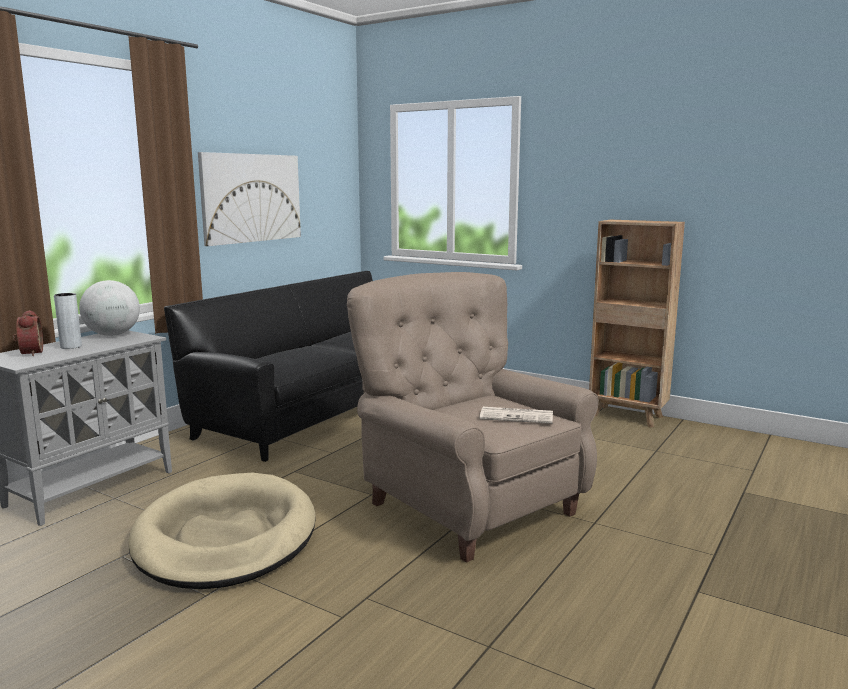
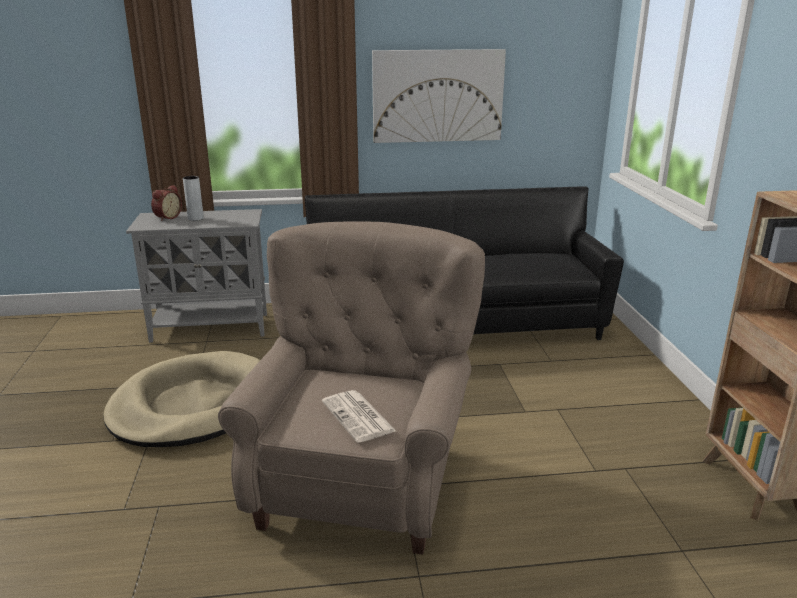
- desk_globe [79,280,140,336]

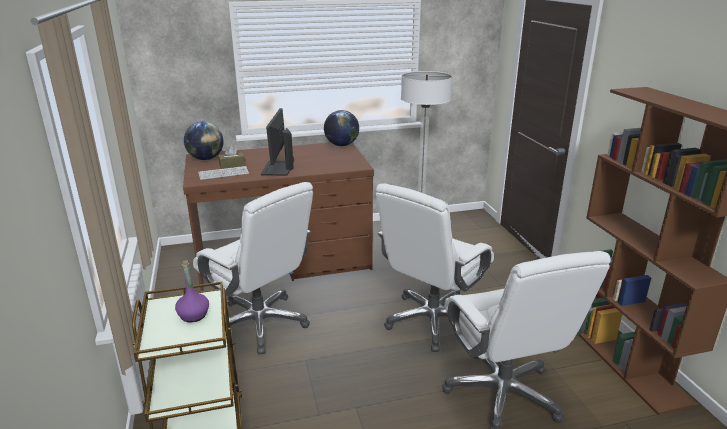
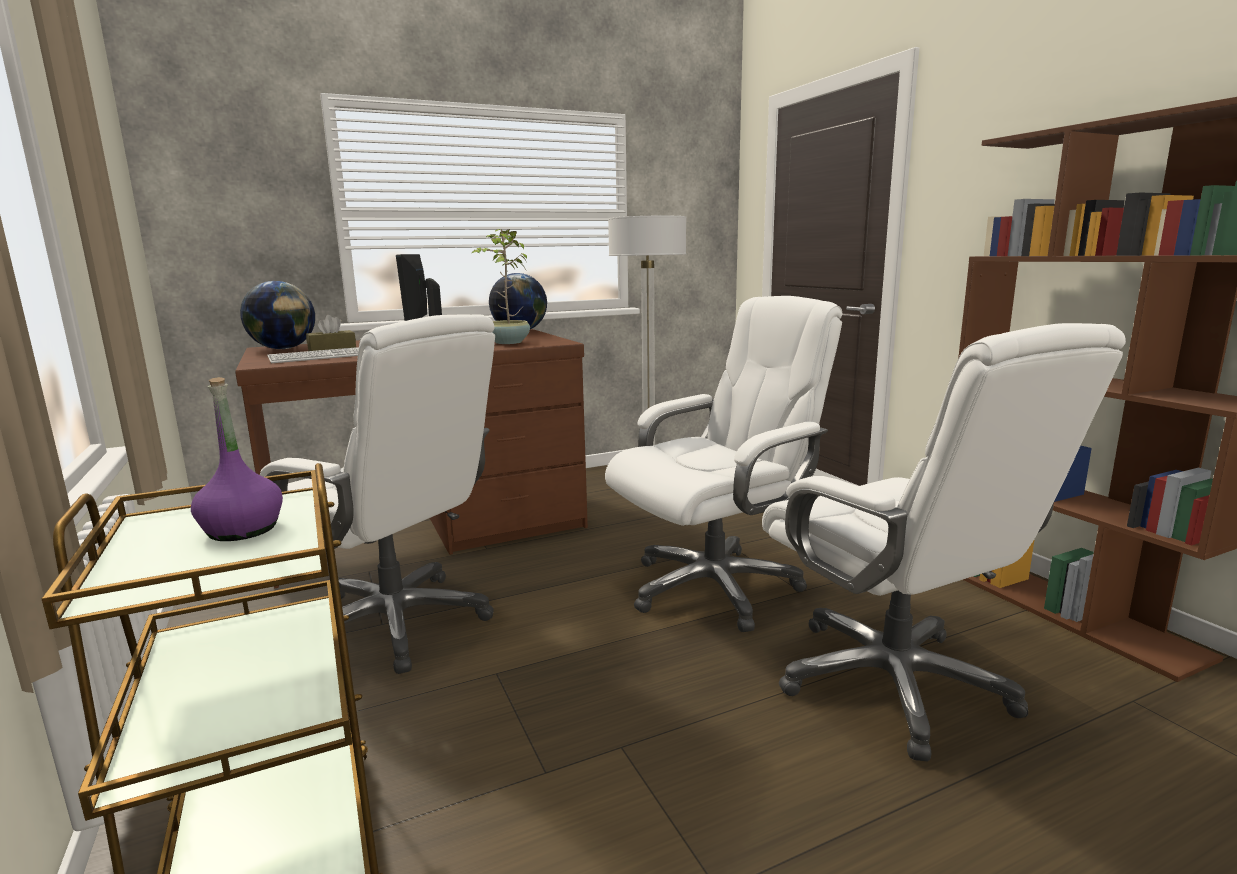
+ potted_plant [472,229,530,344]
~ white-coloured_office_chair [376,184,494,352] = [605,296,843,632] 150 degrees counterclockwise

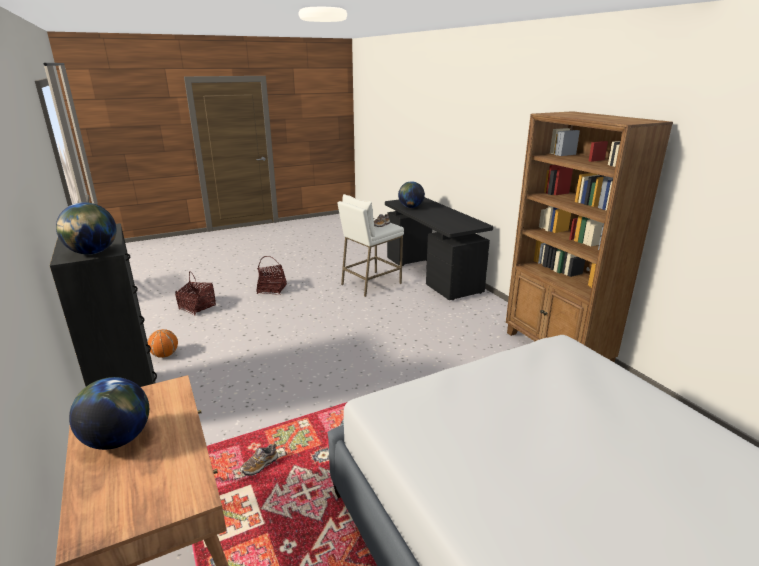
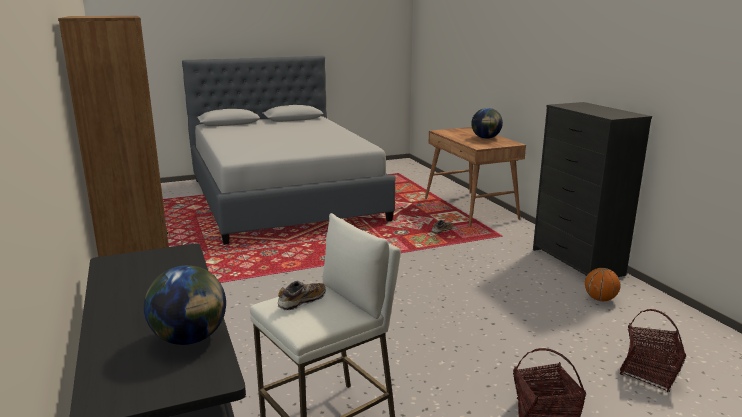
- desk_globe [56,202,117,254]

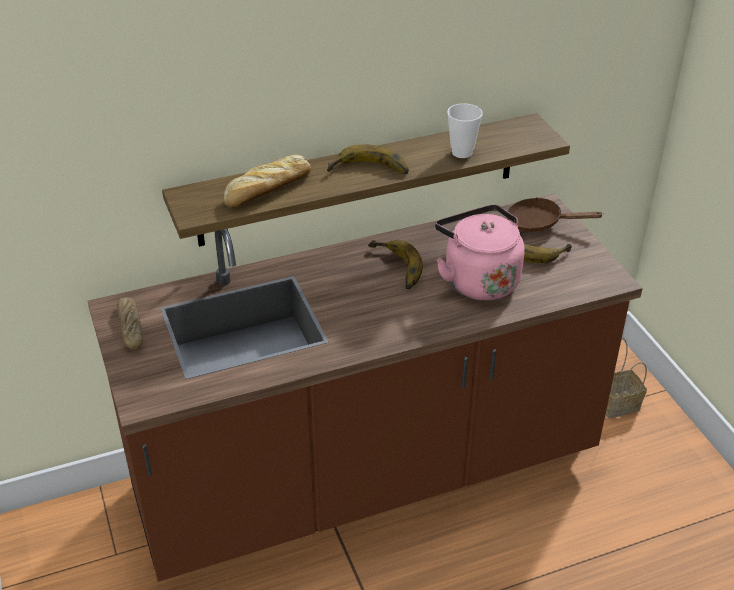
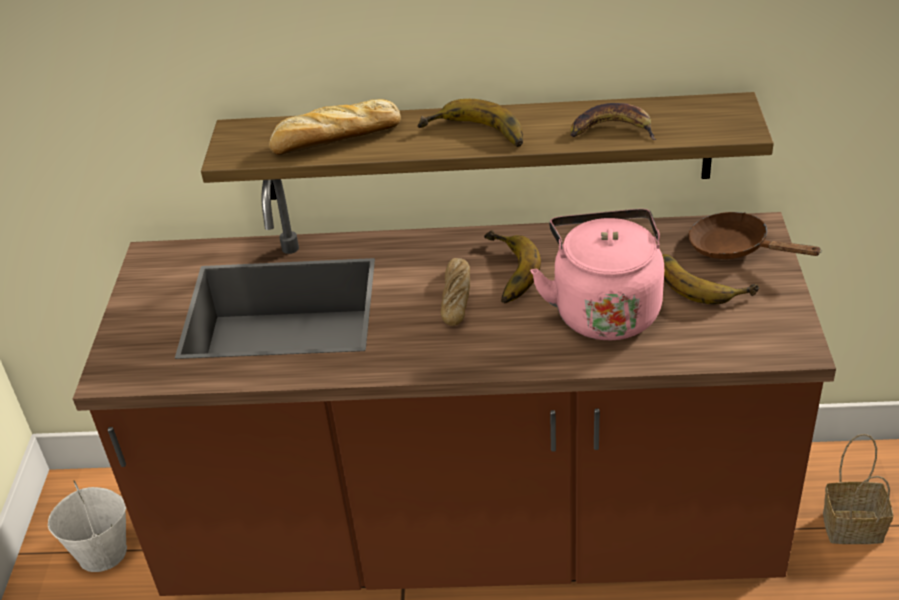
+ white-coloured_water_bucket [48,480,127,572]
~ baked_bread [117,297,143,349] to [441,258,470,326]
~ cup [447,103,483,158] to banana_fruit [570,103,656,140]

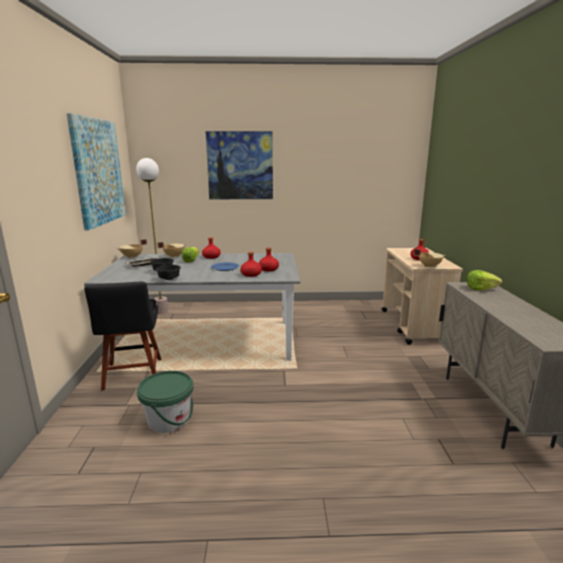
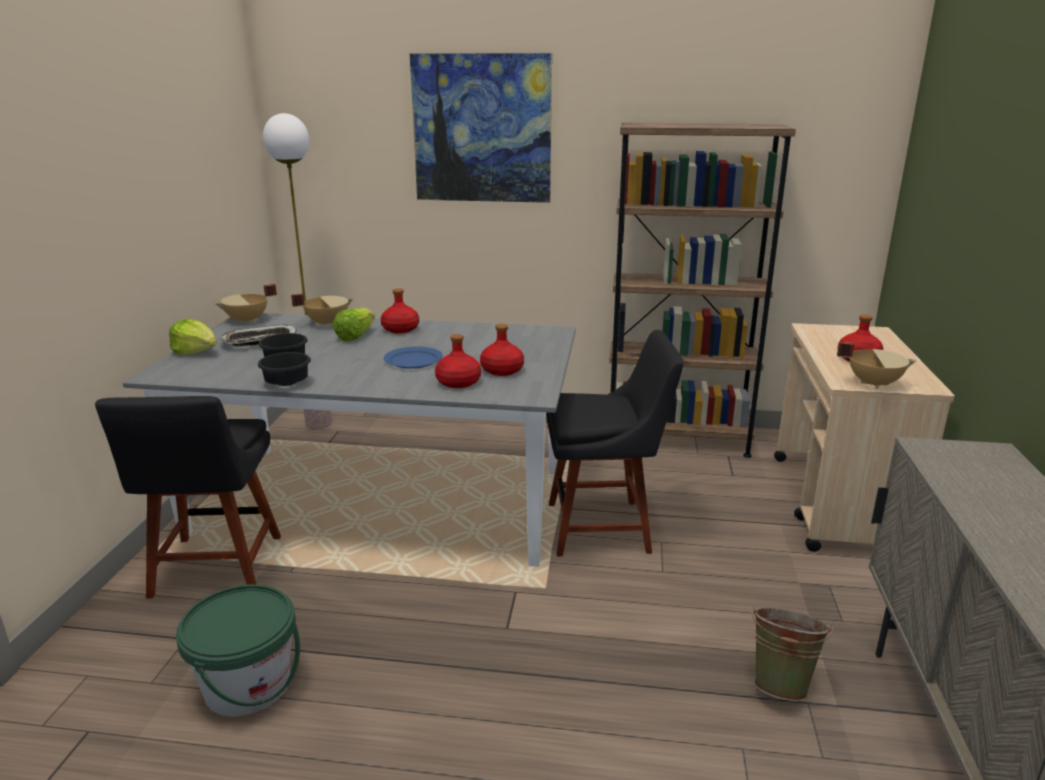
~ lettuce_head [467,270,502,290] to [169,319,217,355]
+ blackish_chair [546,330,684,556]
+ brown-coloured_shelving_unit [609,123,796,458]
+ green_water_bucket [752,606,833,701]
- wall_art [67,113,126,231]

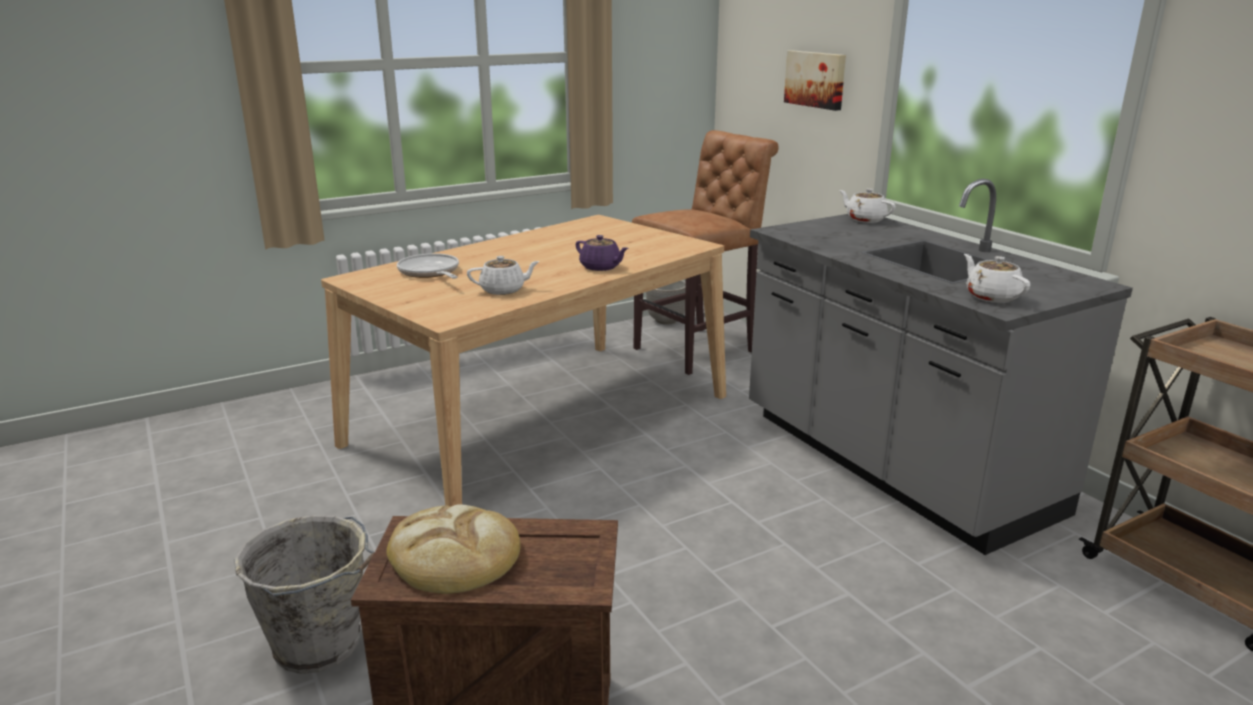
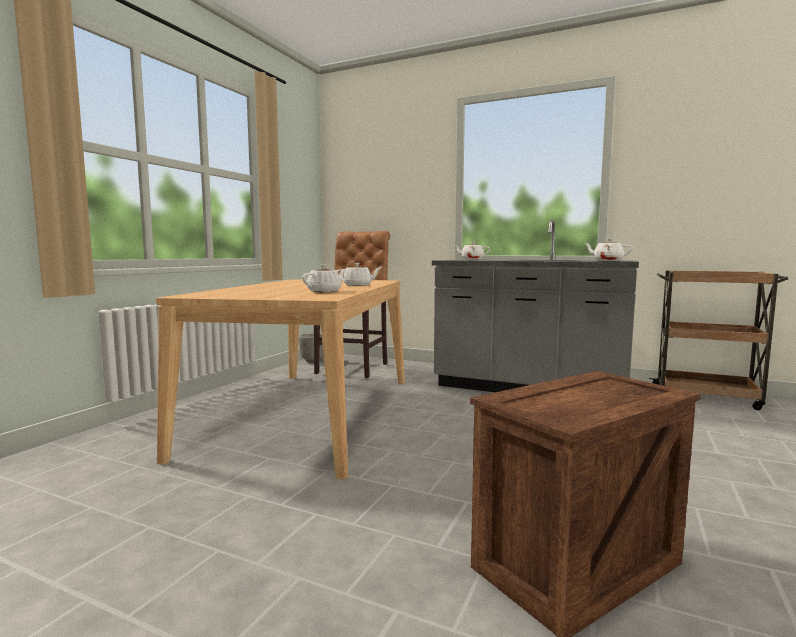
~ purple_teapot [575,235,628,271] to white-coloured_teapot [337,263,381,286]
- gray_water_bucket [234,515,374,674]
- baked_bread [387,504,521,594]
- frying_pan [397,253,459,279]
- wall_art [784,50,846,111]

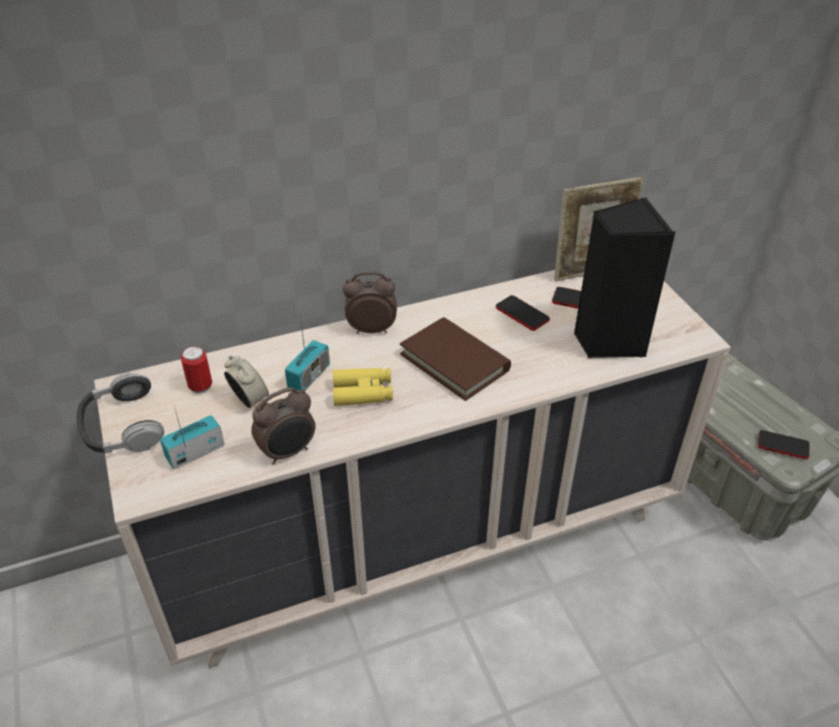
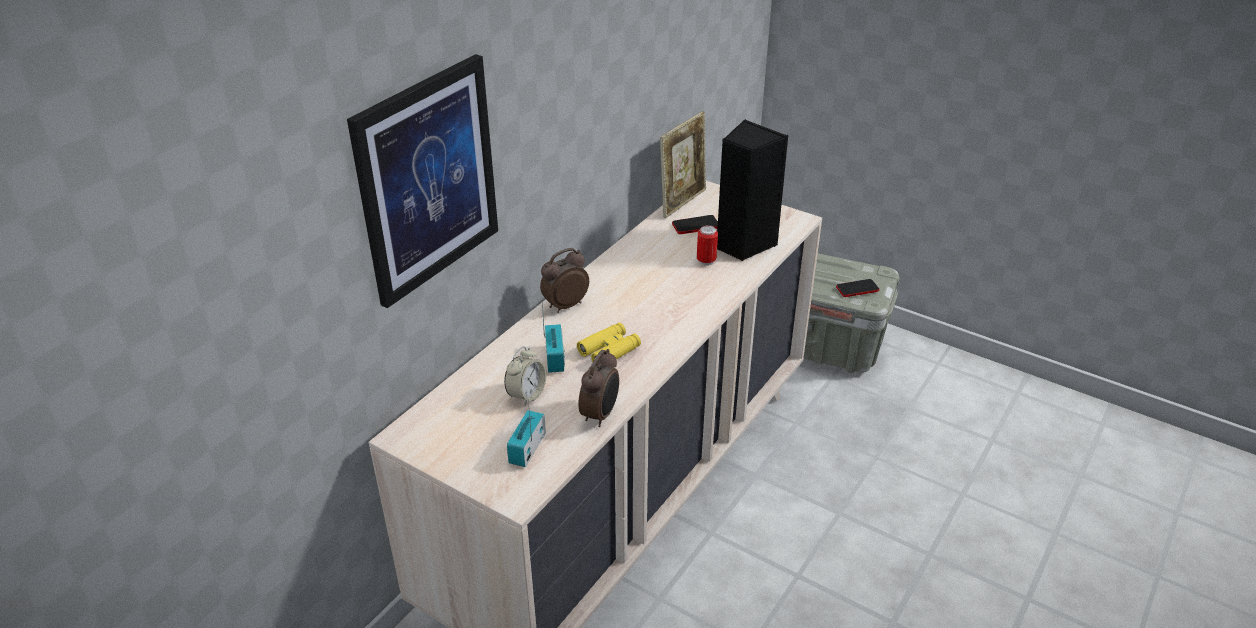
+ wall_art [347,54,498,308]
~ bedside_clock [224,356,269,408] = [504,346,546,406] 105 degrees clockwise
~ sealed_can [181,346,212,394] to [697,225,718,266]
- pair_of_headphones [77,372,164,453]
- brown-coloured_volume [400,317,511,401]
- telephone [496,295,550,331]

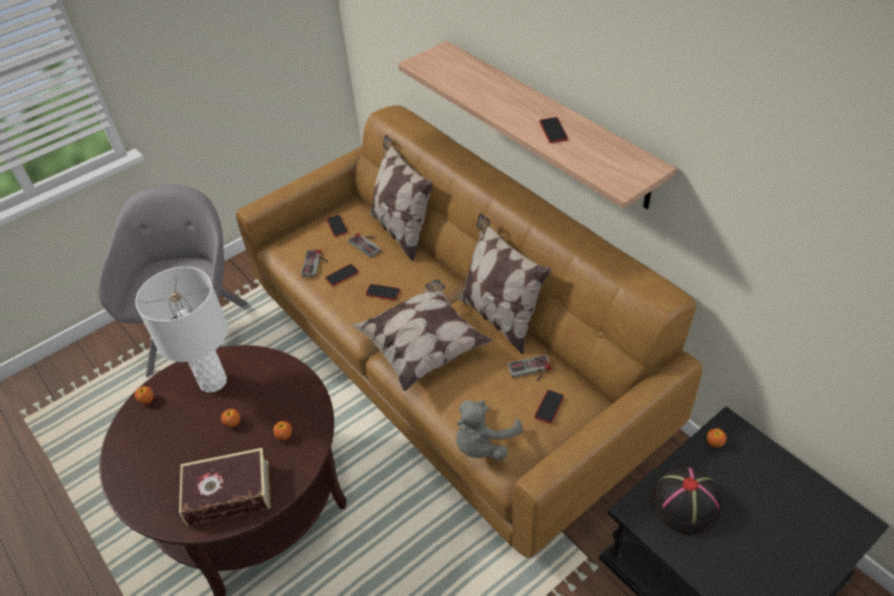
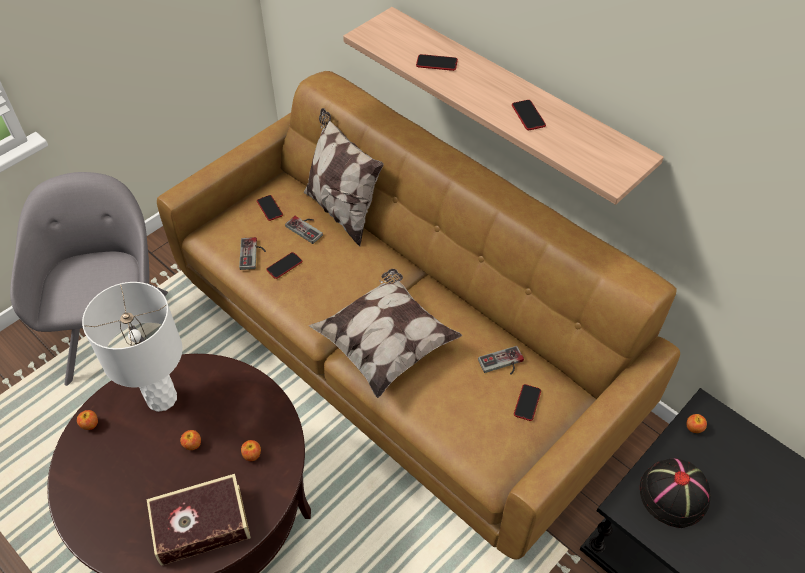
~ telephone [366,284,400,300] to [416,54,458,71]
- gray_cuddly_toy [456,400,523,460]
- cushion [458,213,551,355]

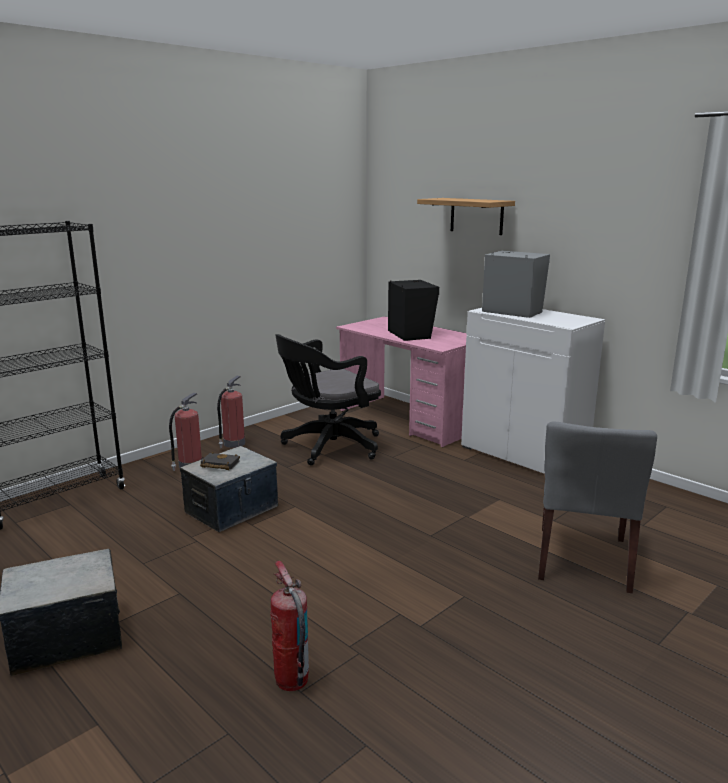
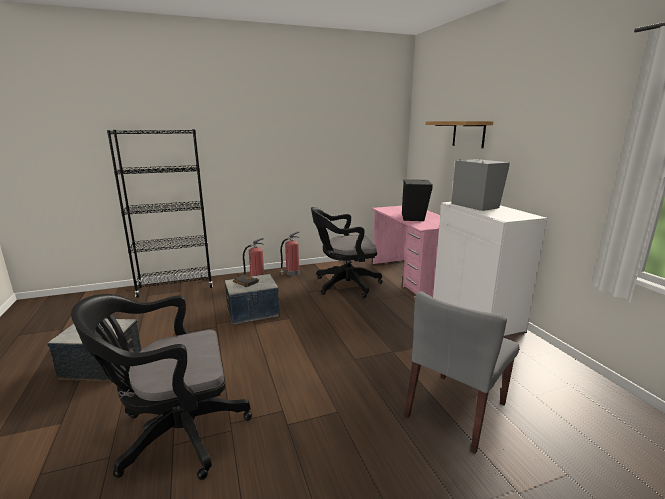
~ extinguisher [270,561,309,691] to blackish_office_chair [71,294,252,480]

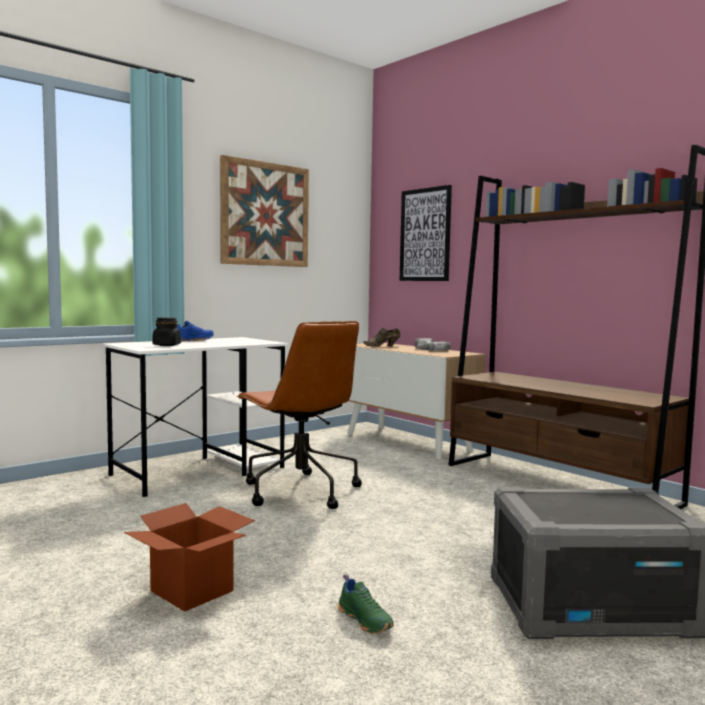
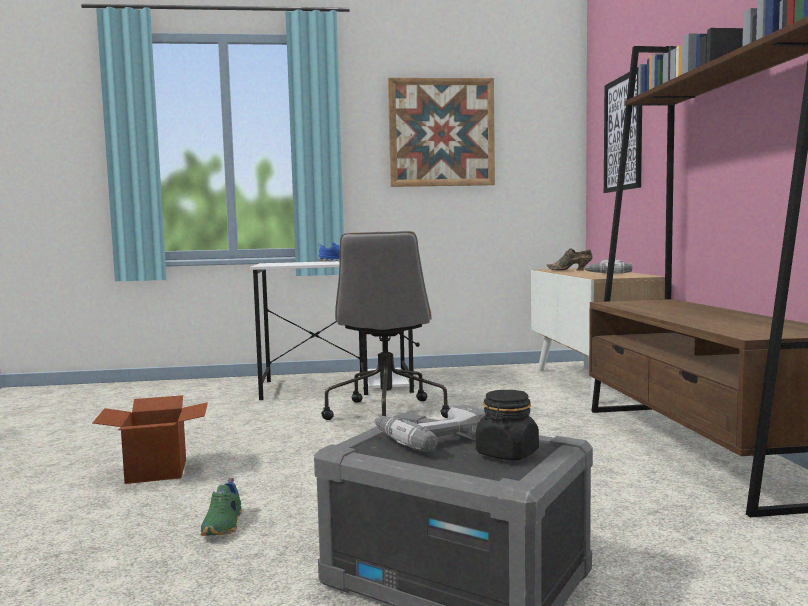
~ brown-coloured_office_chair [236,321,362,509] to gray_office_chair [321,231,450,420]
+ electric_drill [375,405,485,452]
~ blackish_preserve_jar [153,317,181,346] to [476,390,539,460]

